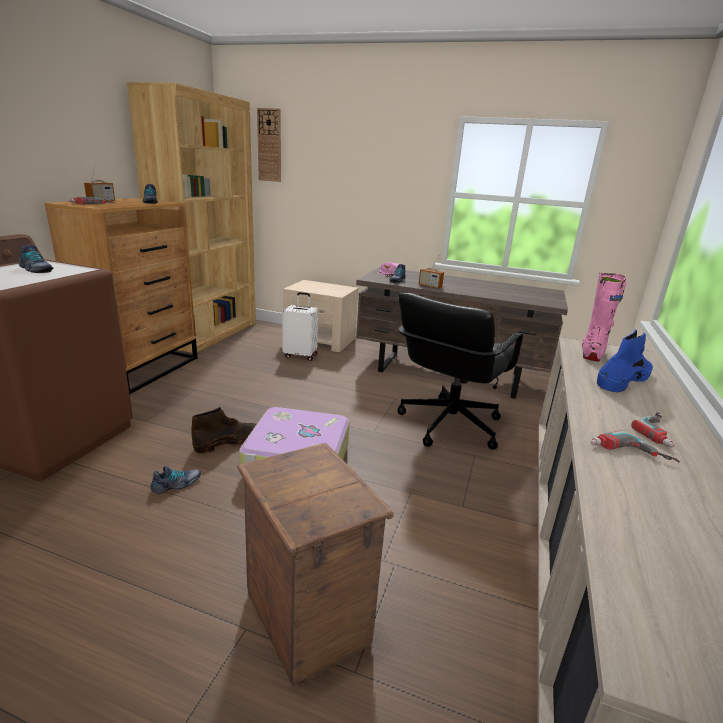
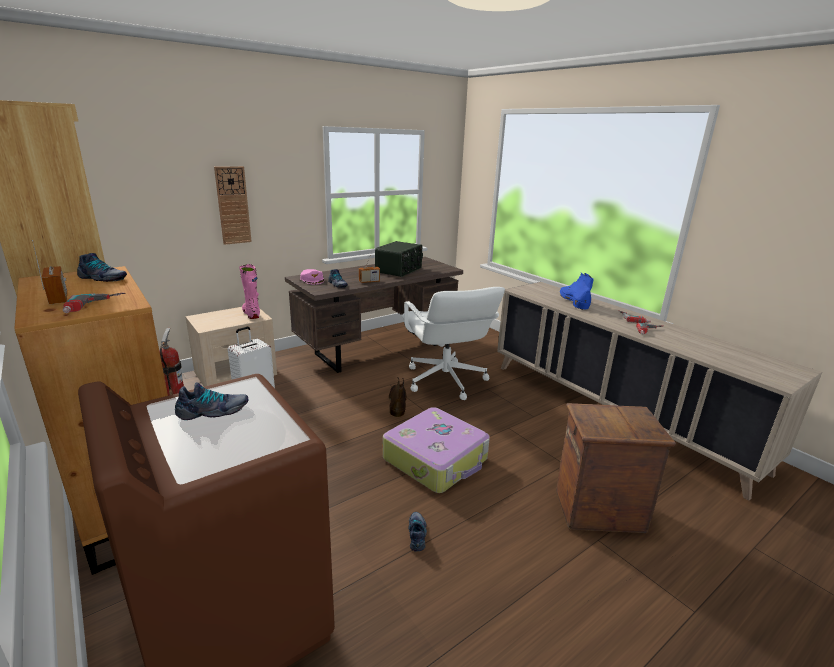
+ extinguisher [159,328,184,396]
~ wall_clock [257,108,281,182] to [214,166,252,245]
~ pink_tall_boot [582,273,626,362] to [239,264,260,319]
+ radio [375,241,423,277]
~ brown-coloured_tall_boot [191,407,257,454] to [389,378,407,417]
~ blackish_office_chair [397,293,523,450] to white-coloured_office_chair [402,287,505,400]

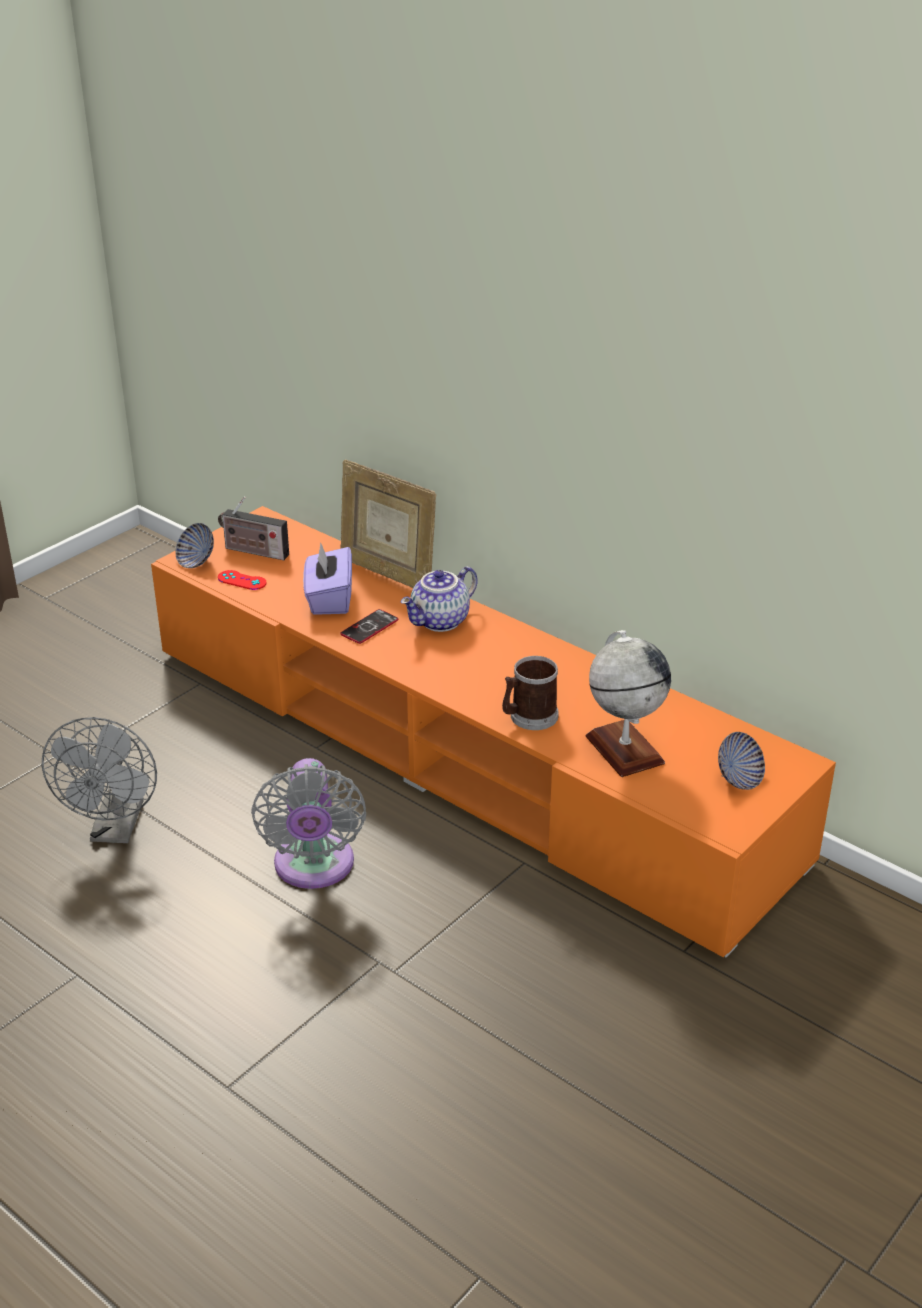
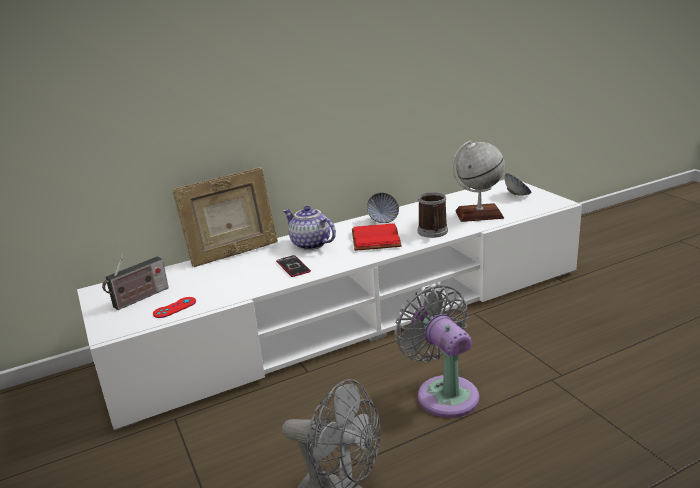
~ orange_tv_stand [151,506,836,957] to white-coloured_tv_stand [77,180,582,430]
~ teapot [401,566,478,632] = [283,206,336,250] 150 degrees clockwise
+ red-coloured_volume [352,223,402,251]
~ deep_dish [175,523,214,568] to [367,193,399,223]
~ gray_electric_fan [251,758,366,889] = [395,285,479,418] 135 degrees counterclockwise
- purple_tissue_box [303,542,352,615]

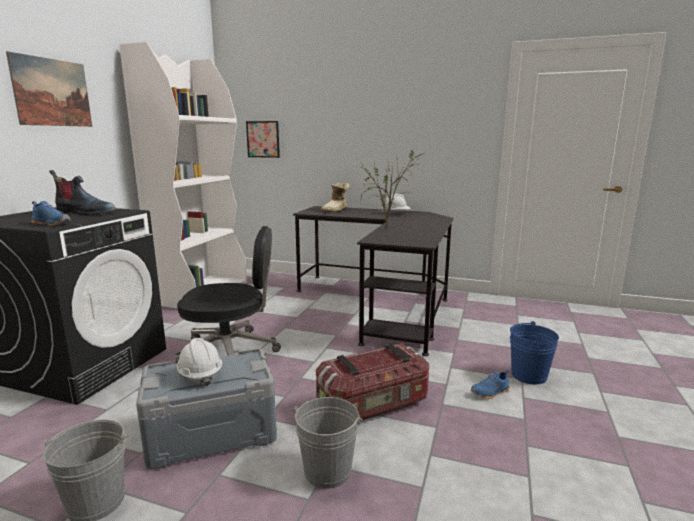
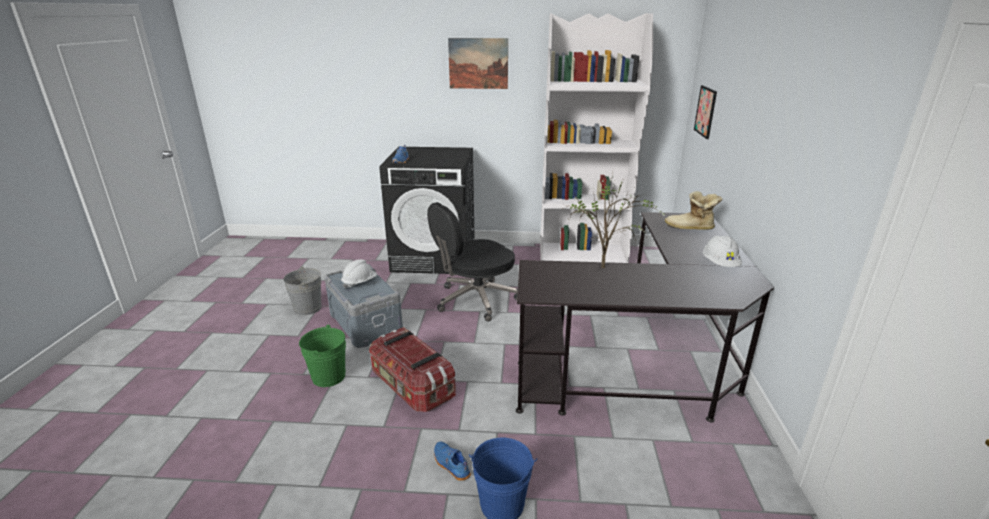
~ gray_water_bucket [291,397,362,489] to green_water_bucket [299,325,346,387]
~ blackish_office_chair [175,226,281,364] = [427,202,518,322] 75 degrees clockwise
- tall_boot [49,170,116,215]

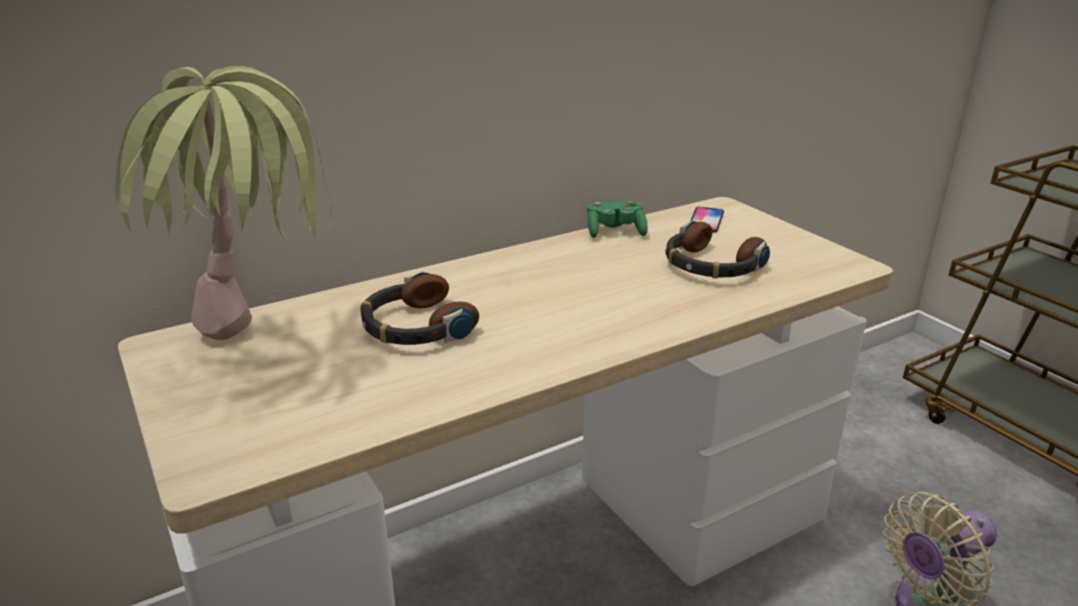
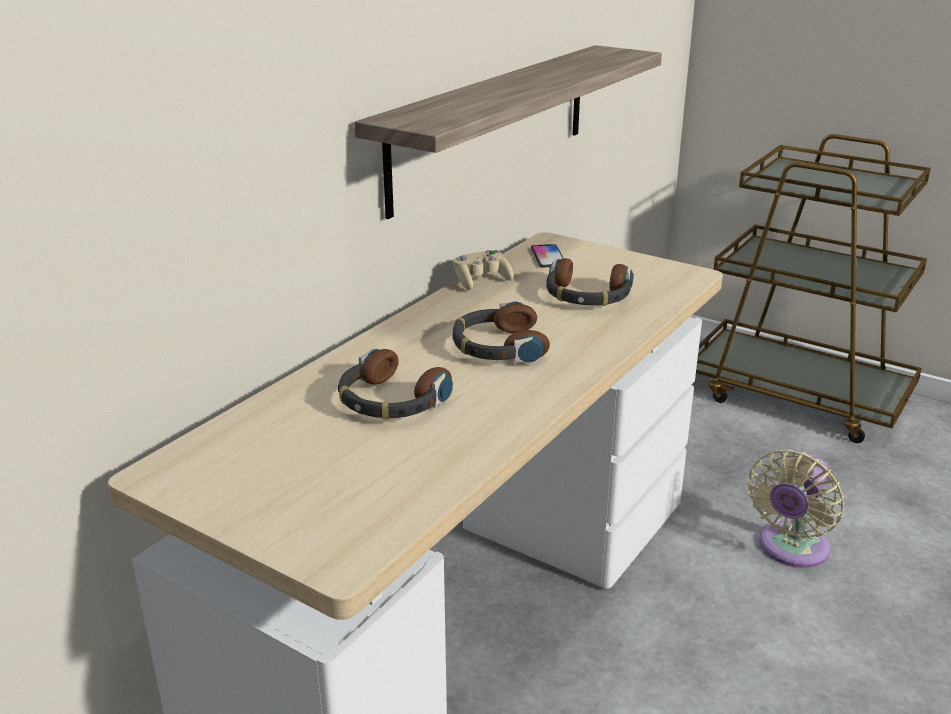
+ wall_shelf [354,45,662,219]
+ pair_of_headphones [452,301,550,363]
~ green_joypad [587,201,648,238] to sand-coloured_joypad [453,250,514,290]
- potted_plant [115,65,332,340]

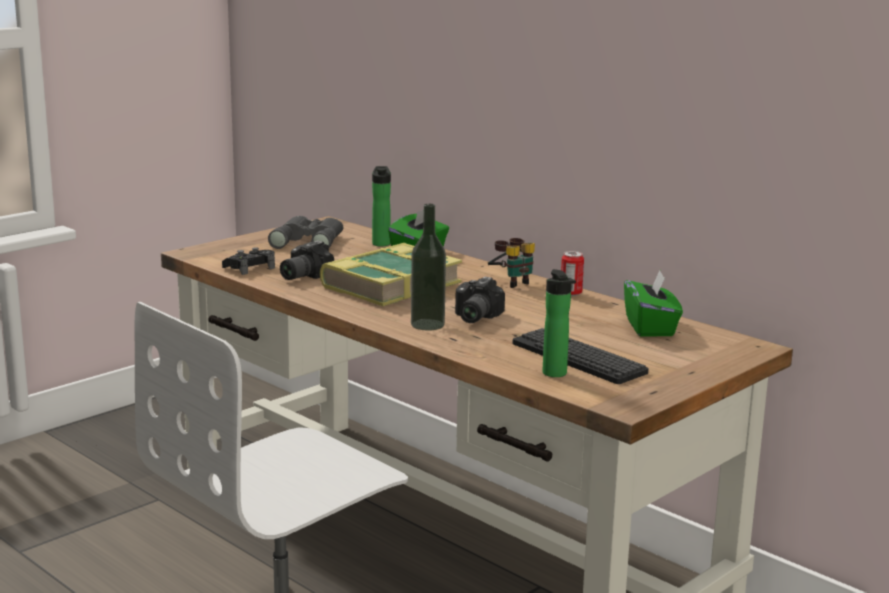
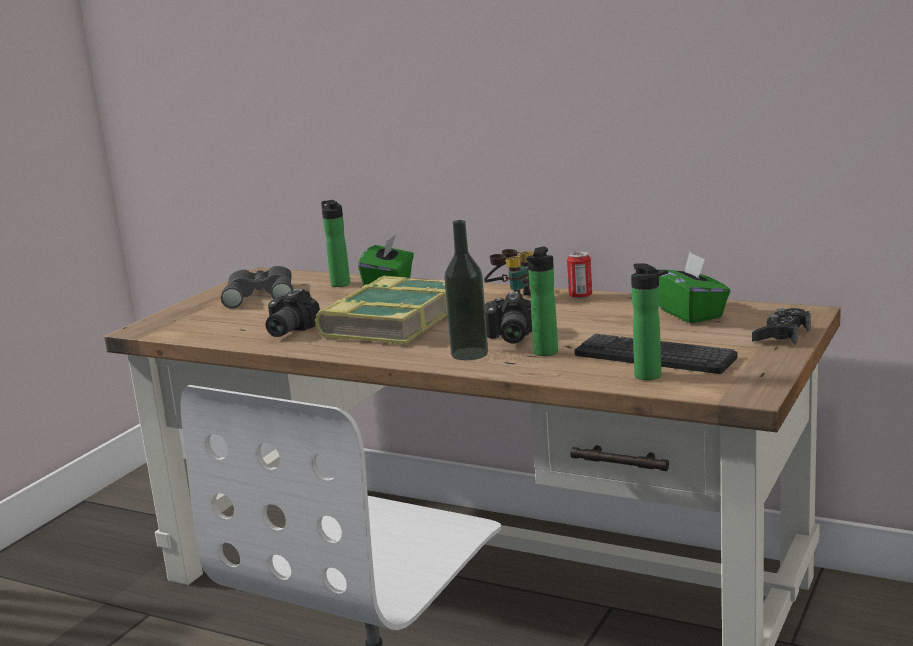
+ drink_bottle [526,247,558,356]
~ blackish_joypad [222,247,275,275] to [752,308,811,345]

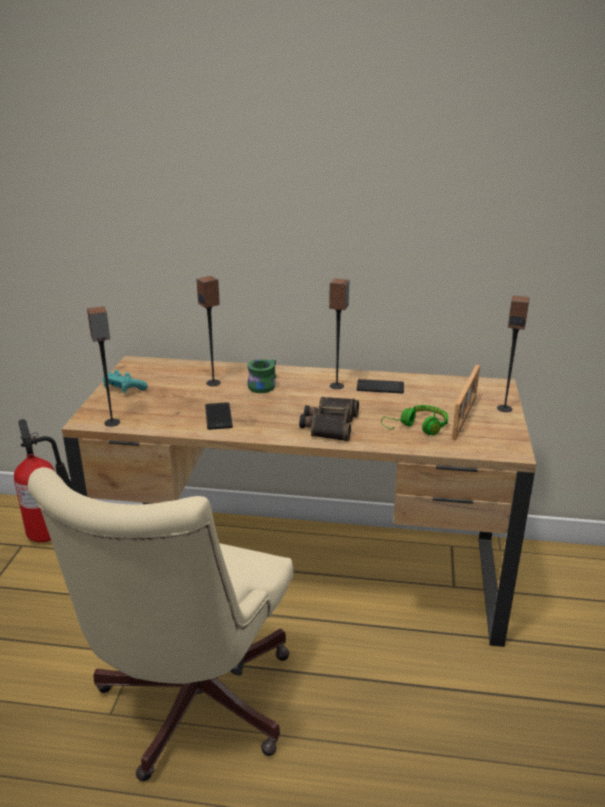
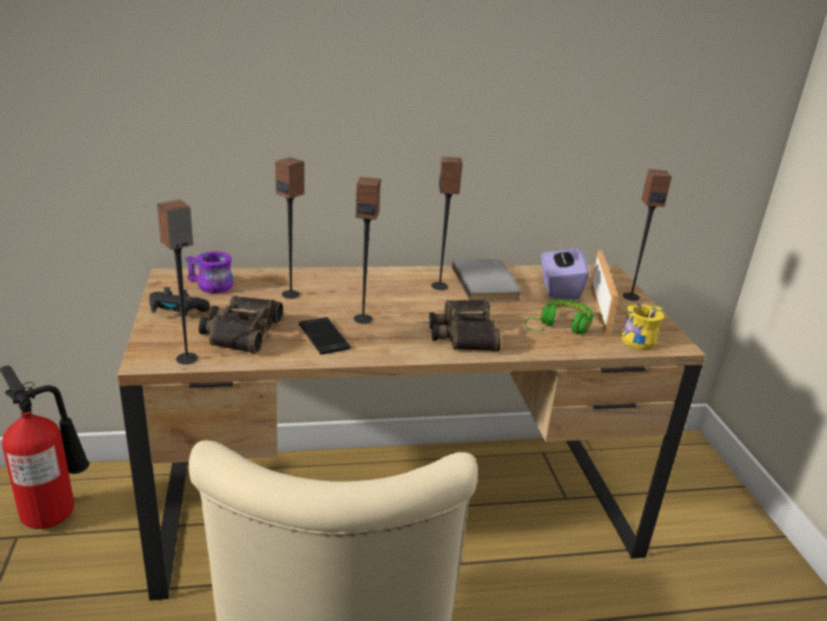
~ turquoise_joypad [103,370,148,393] to blackish_joypad [149,287,210,317]
+ purple_mug [185,251,233,293]
+ field_glasses [199,296,283,353]
+ speaker [354,177,381,324]
~ telephone [357,379,404,394] to gray_volume [452,259,522,302]
+ purple_tissue_box [541,242,589,299]
+ yellowish_mug [621,304,664,349]
- green_mug [247,359,276,393]

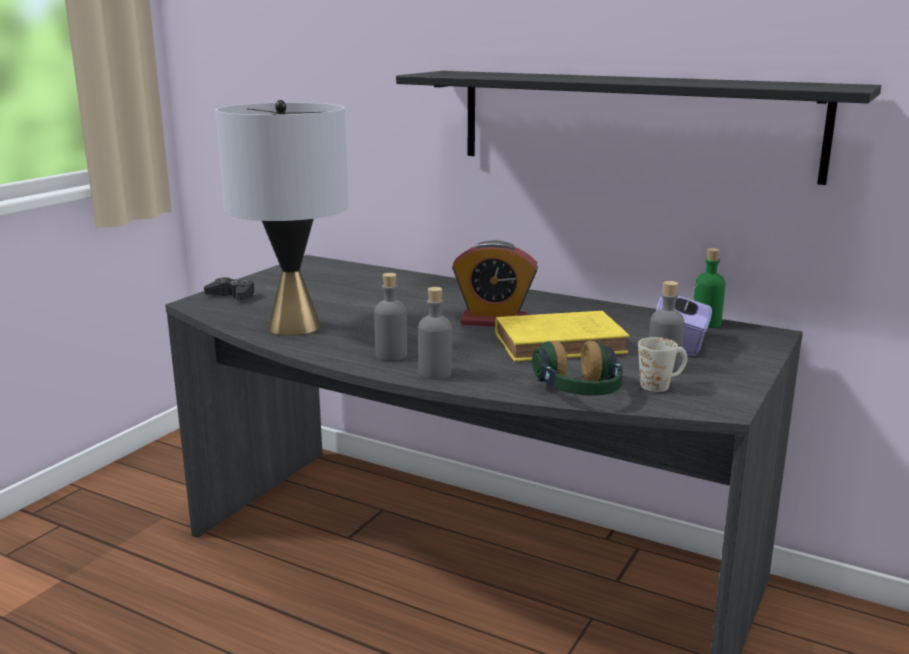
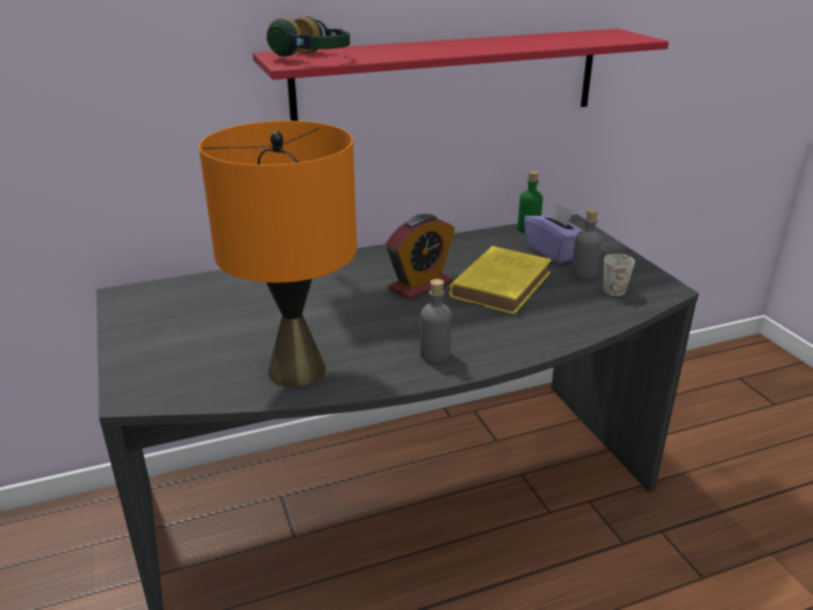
~ gray_lamp_for_a_table [215,100,349,336] to orange_lamp_for_a_table [199,121,357,387]
~ blackish_wall_shelf [396,71,881,185] to red-coloured_wall_shelf [253,29,669,121]
~ pair_of_headphones [532,341,623,396] to [267,17,350,57]
- blackish_joypad [204,277,255,300]
- gray_drink_bottle [418,287,452,380]

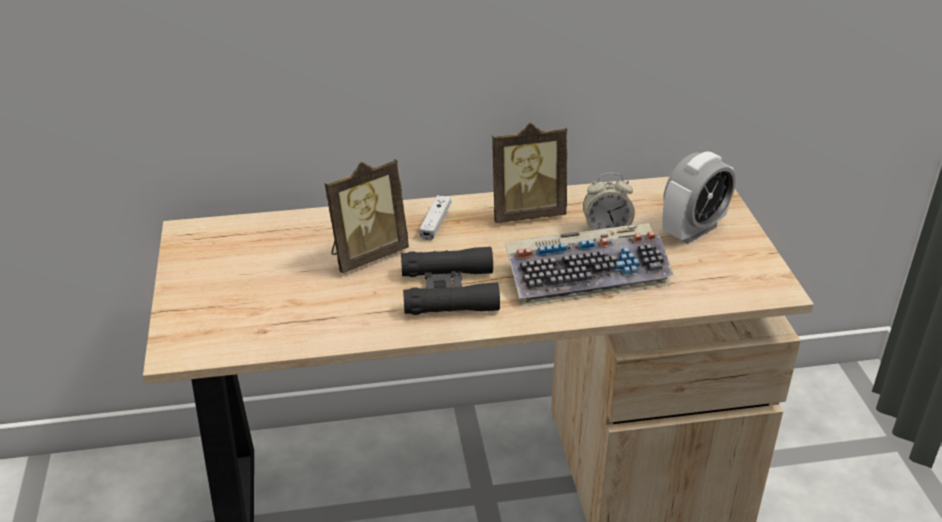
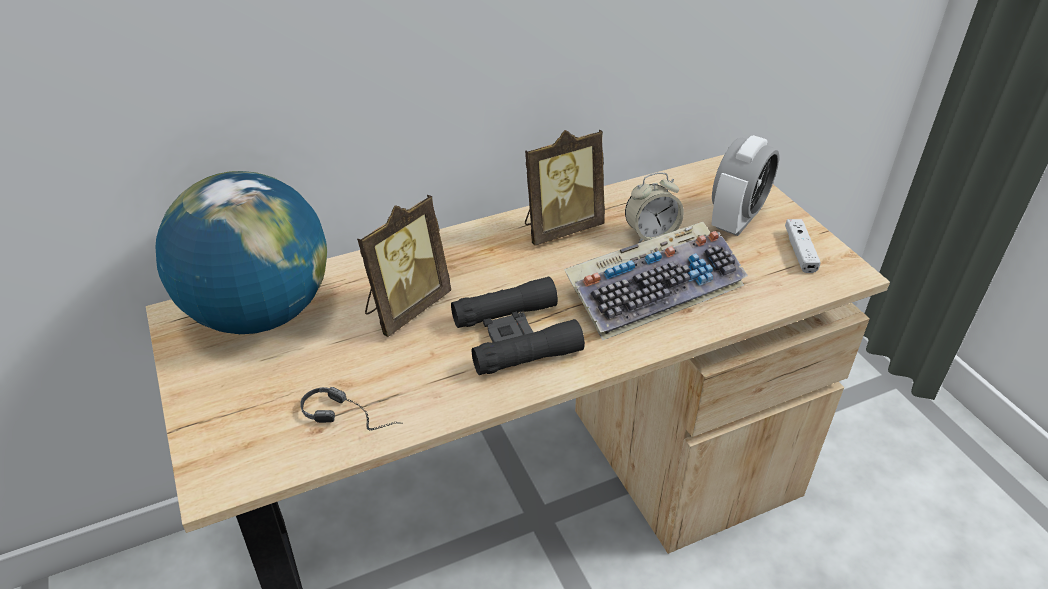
+ desk_globe [156,171,327,334]
+ pair_of_headphones [300,387,400,431]
~ white-coloured_joypad [419,195,451,240] to [785,219,821,273]

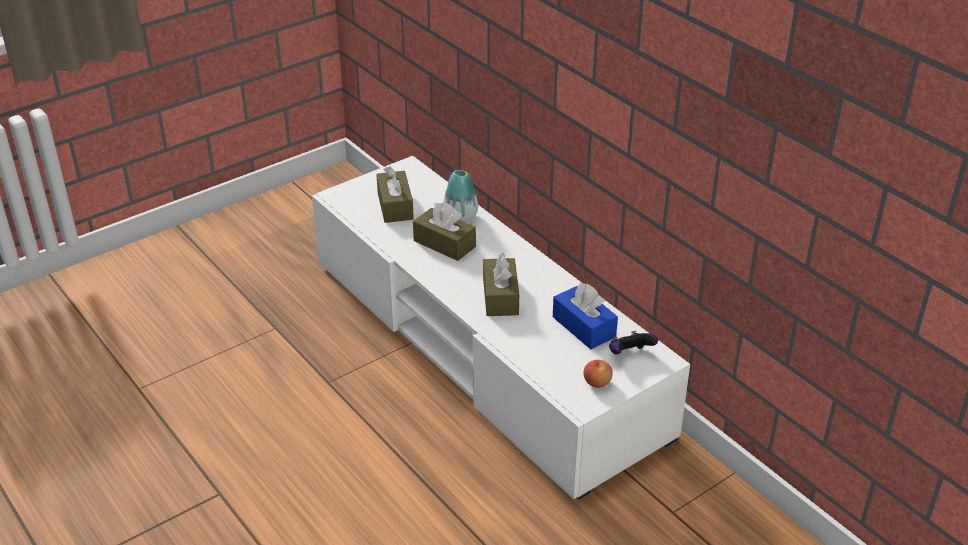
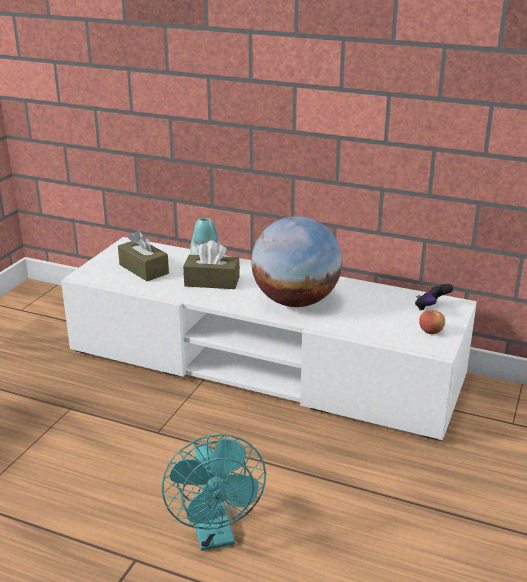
+ turquoise_electric_fan [162,434,266,551]
~ brown-coloured_tissue_box [483,252,519,316] to desk_globe [251,216,342,307]
- blue_tissue_box [553,283,618,349]

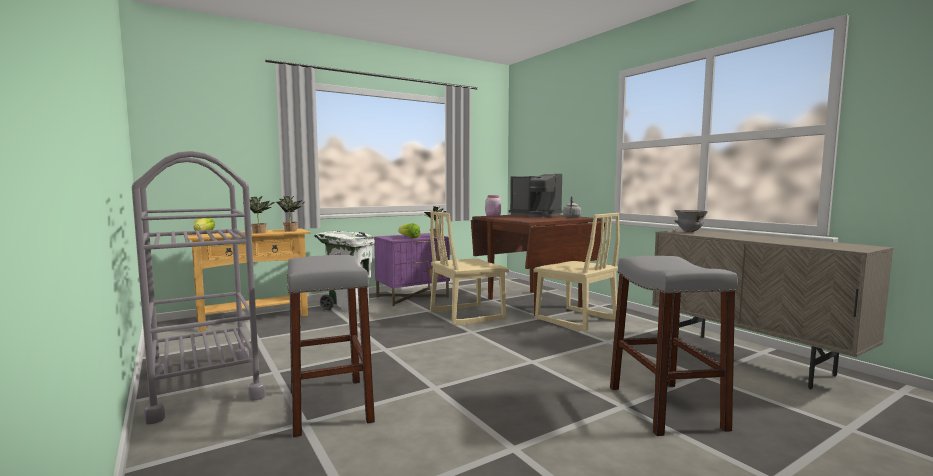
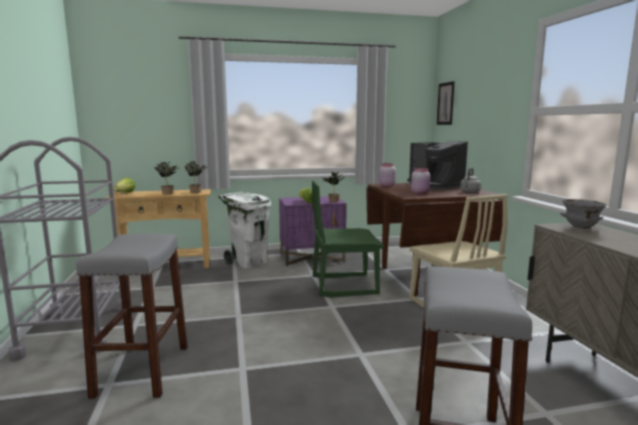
~ sand-coloured_chair [430,211,509,325] to green_chair [312,181,384,297]
+ pink_preserve_jar [411,168,430,194]
+ wall_art [437,81,455,125]

